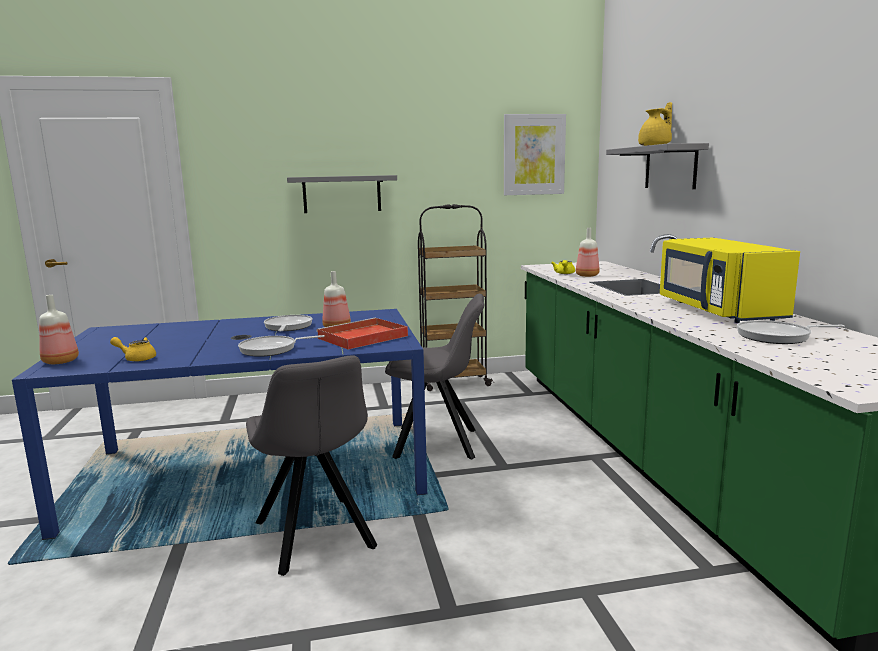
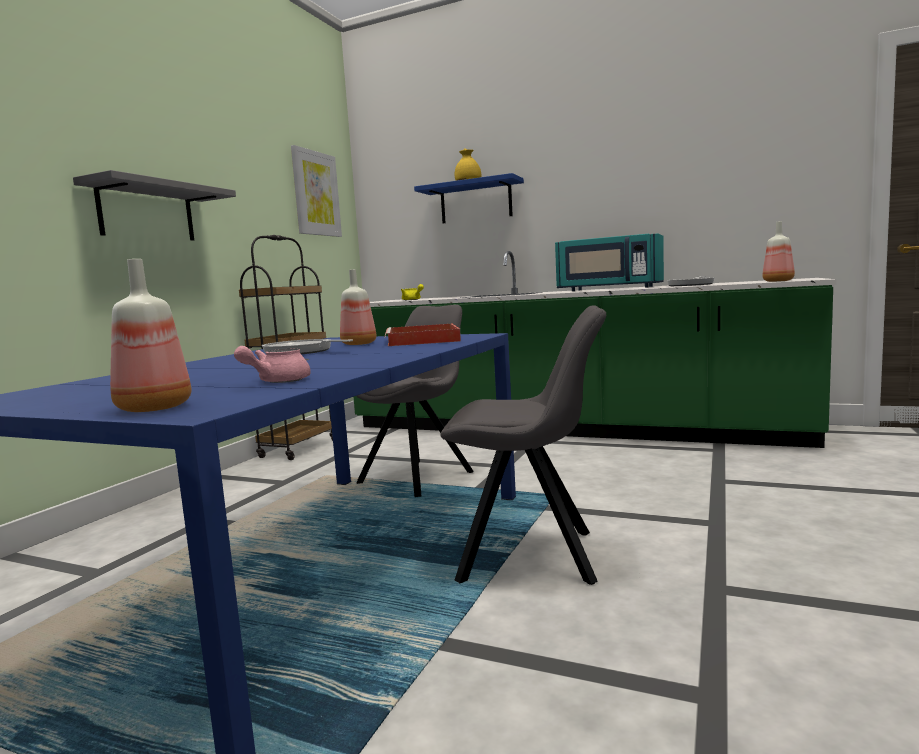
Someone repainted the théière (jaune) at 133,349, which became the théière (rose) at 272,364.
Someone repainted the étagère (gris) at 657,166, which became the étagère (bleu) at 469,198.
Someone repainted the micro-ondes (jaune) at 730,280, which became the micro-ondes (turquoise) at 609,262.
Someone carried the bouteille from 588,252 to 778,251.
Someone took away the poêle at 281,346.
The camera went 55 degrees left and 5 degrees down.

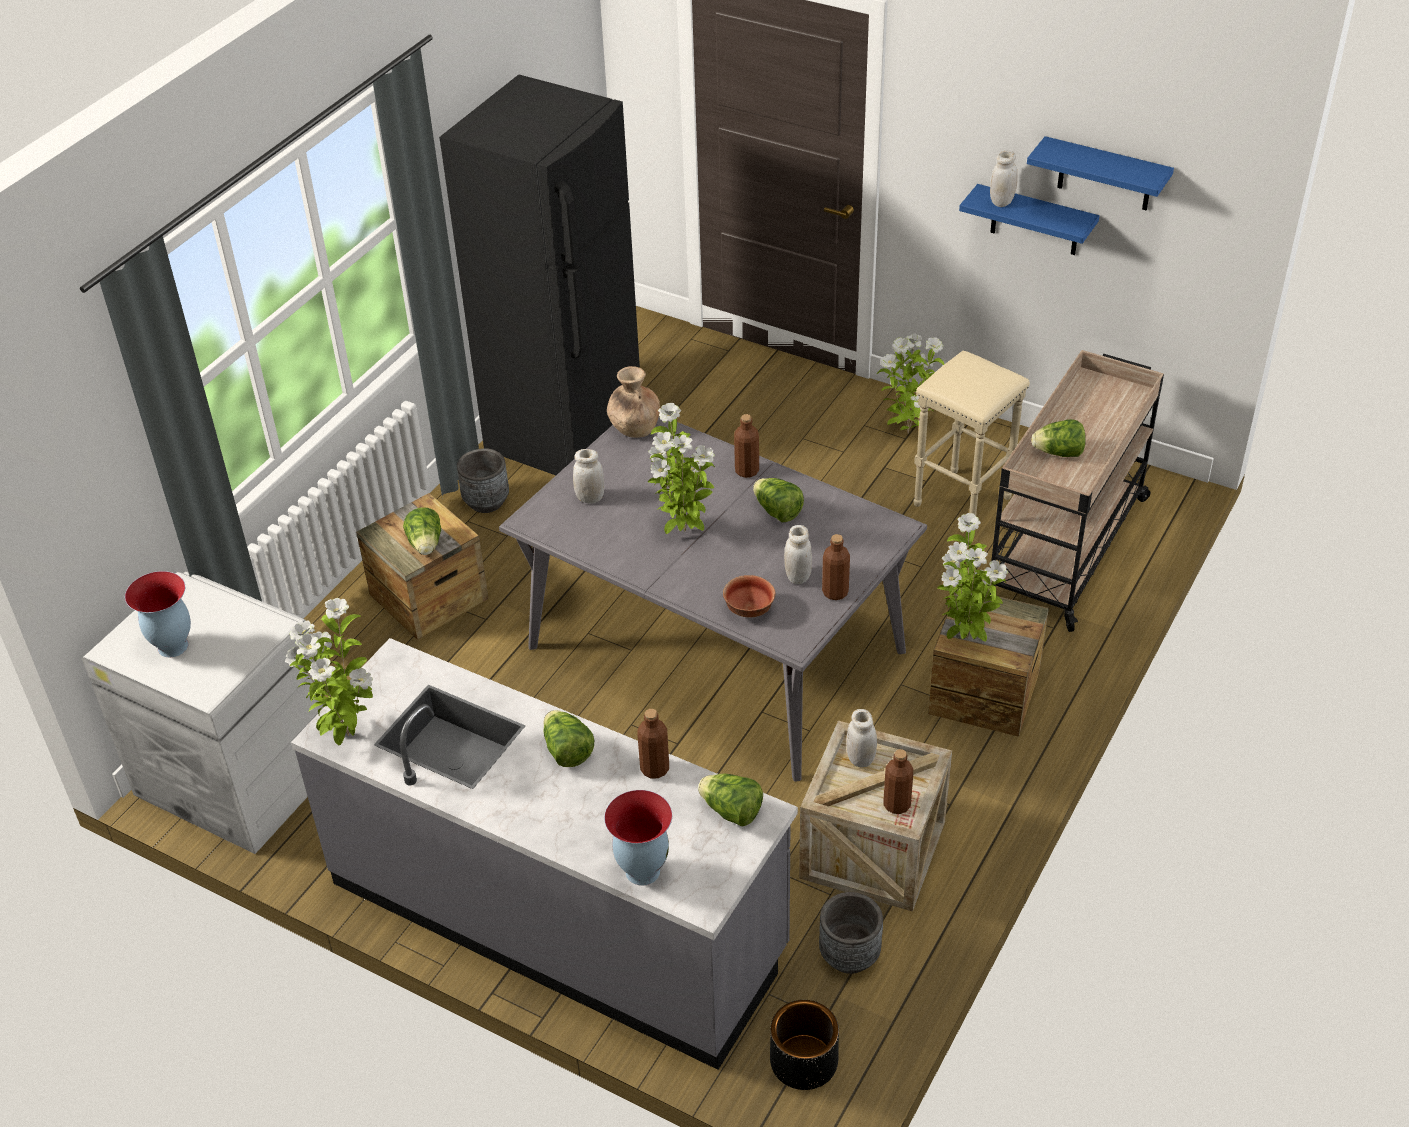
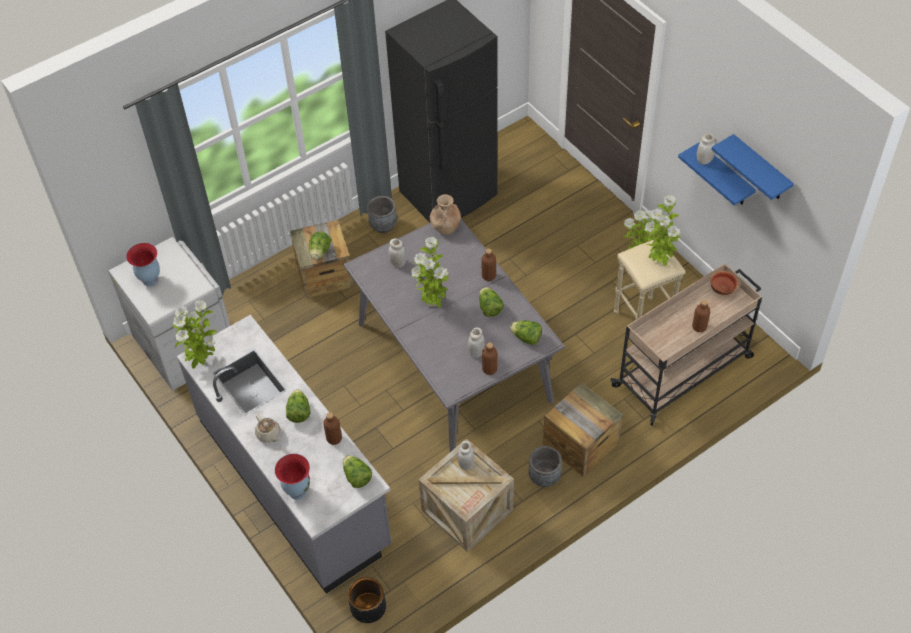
Someone put down the théière (beige) at 267,428.
Someone carried the laitue from 1058,438 to 526,333.
Someone carried the cache-pot (gris) from 851,933 to 545,466.
Someone carried the plante en pot from 972,577 to 661,230.
Someone carried the bouteille (marron) from 898,781 to 701,316.
Someone carried the bol from 749,596 to 724,283.
The camera went 25 degrees right and 10 degrees up.

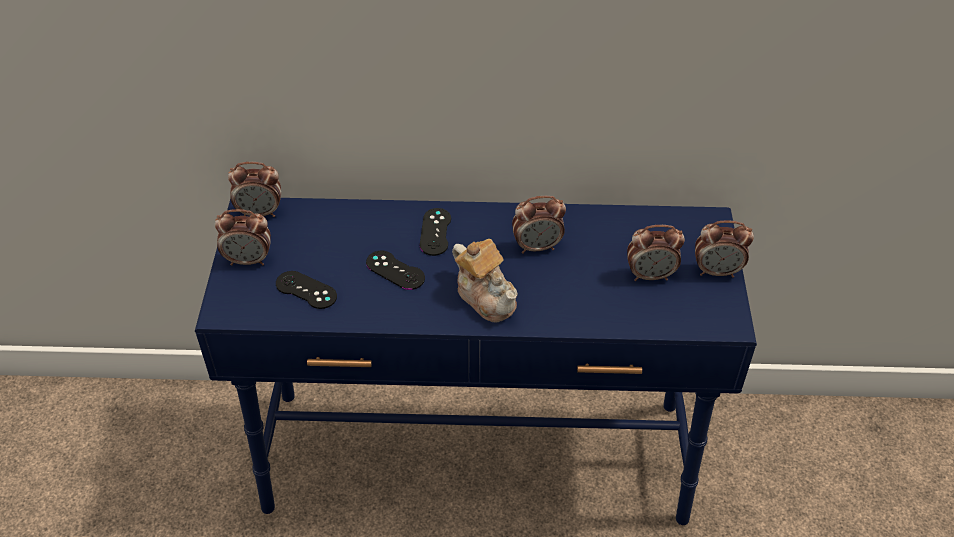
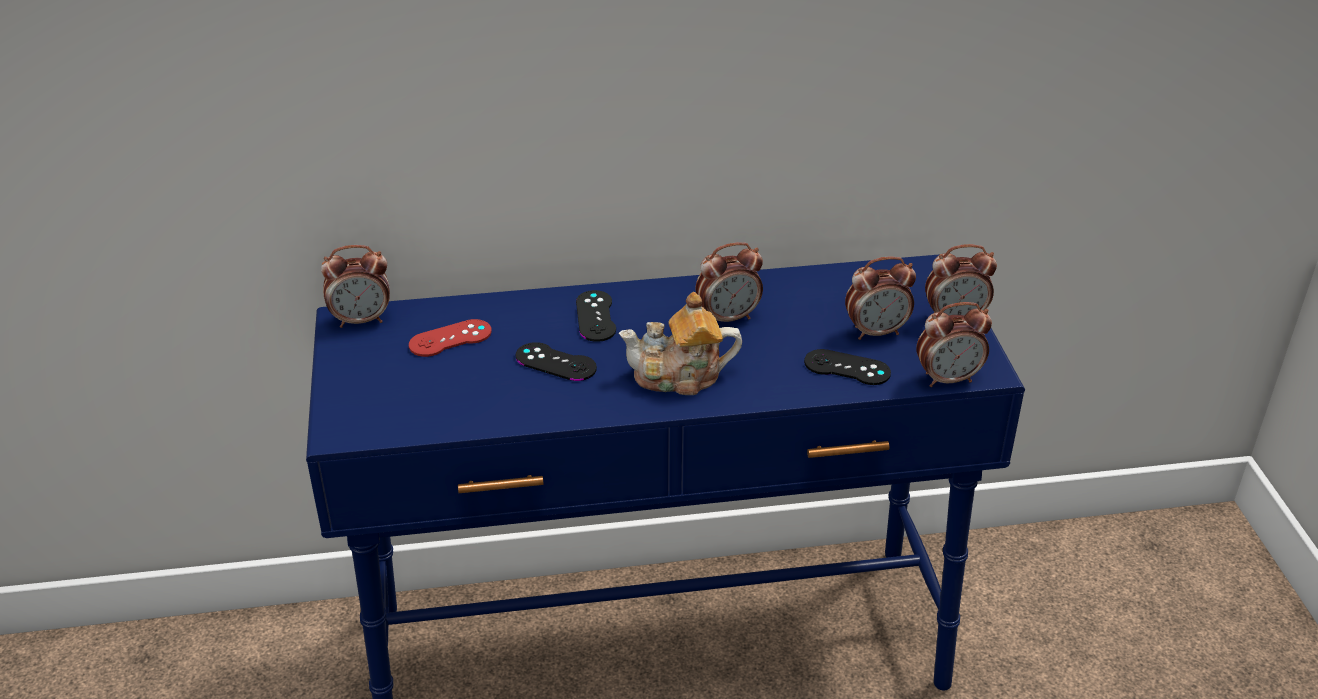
Someone put down the manette (rouge) at 450,338.
Someone rotated the théière at 485,281 by 135 degrees clockwise.
Someone carried the manette (noir) from 306,290 to 847,367.
Someone carried the réveil from 243,237 to 954,344.
The camera went 10 degrees left and 10 degrees down.

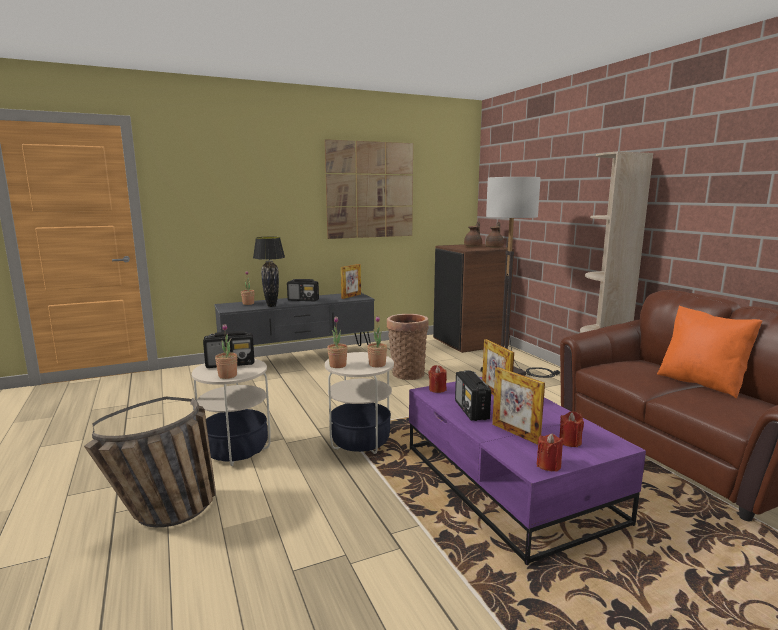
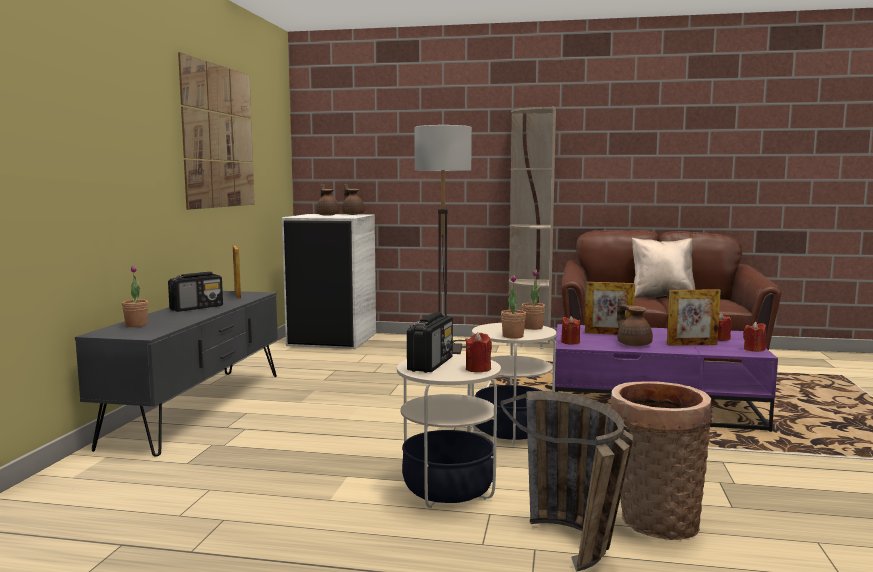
Someone repainted the meuble de rangement (marron) at 473,298, which became the meuble de rangement (blanc) at 329,281.
Someone swapped the plante en pot at 226,351 for the bougie (rouge) at 478,352.
Someone carried the panier from 408,347 to 661,460.
Someone swapped the radio at 473,395 for the théière (marron) at 635,321.
Someone repainted the coussin (orange) at 709,351, which became the coussin (beige) at 663,268.
Someone took away the lampe de table (noir) at 269,272.
The camera went 55 degrees left and 5 degrees down.

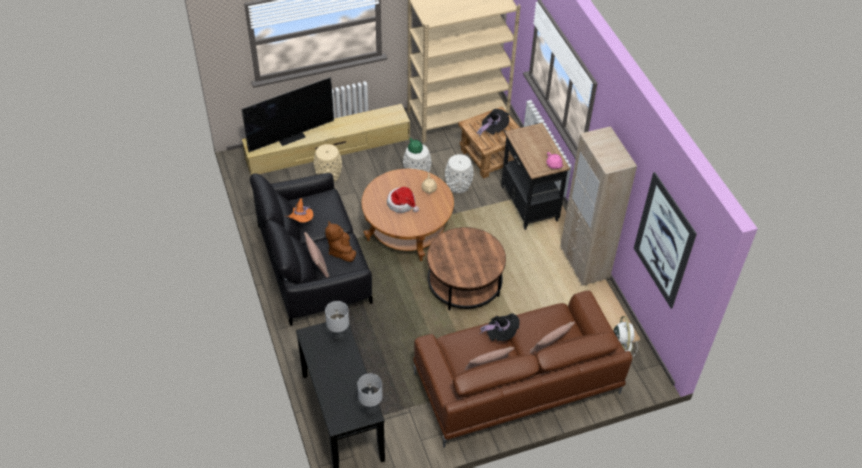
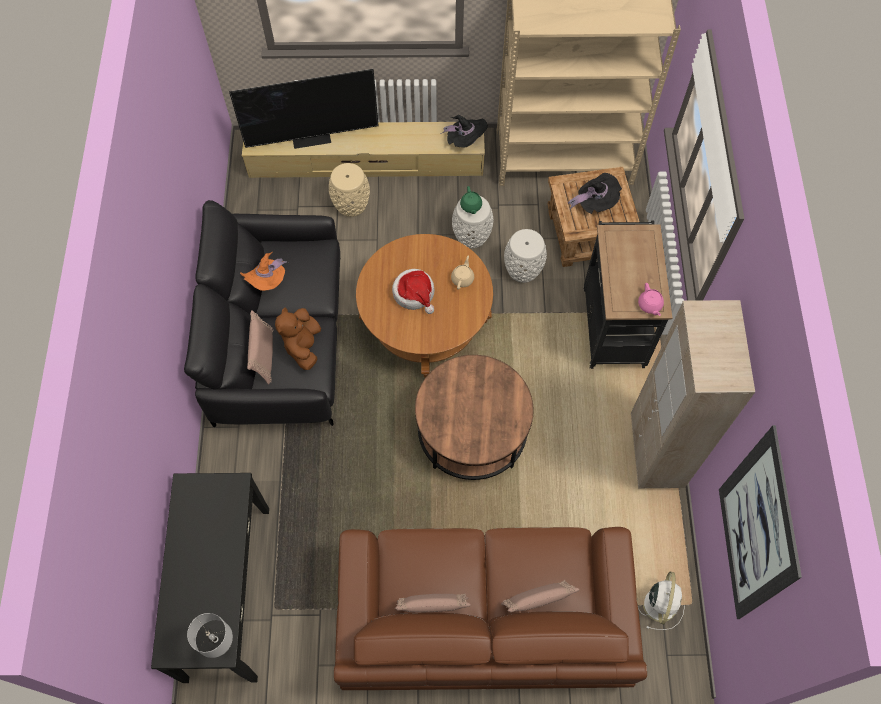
Someone carried the chapeau (noir) from 500,327 to 464,131.
Someone took away the lampe de table (gris) at 337,322.
The camera went 20 degrees right and 15 degrees up.

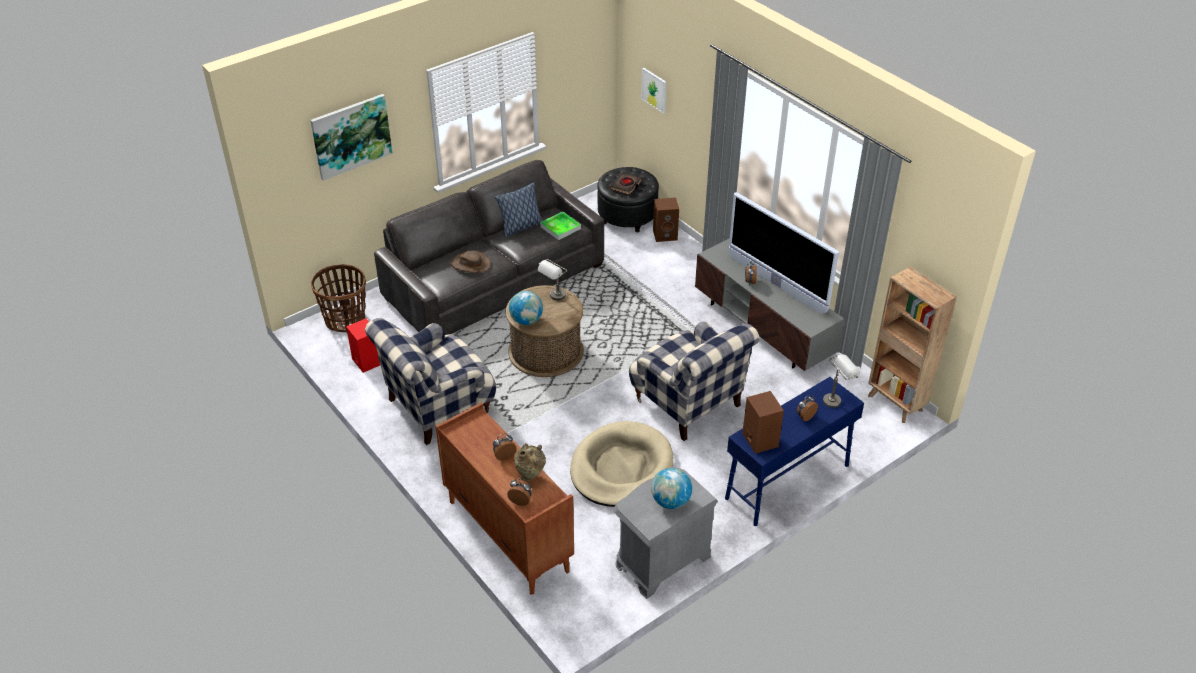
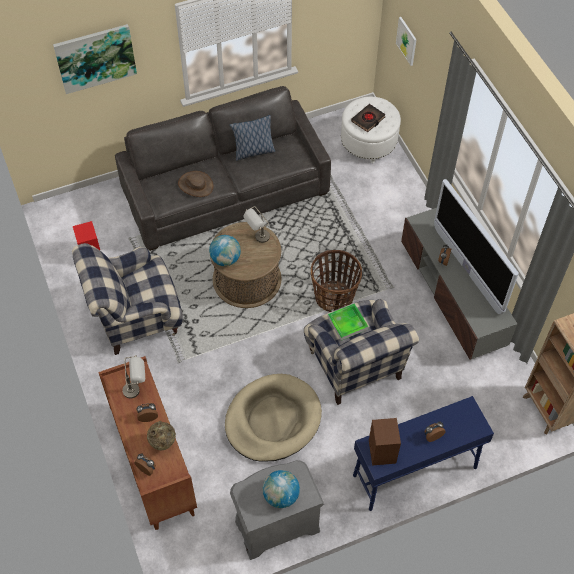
Someone carried the lampe de table (gris) from 841,381 to 133,376.
Someone carried the panier from 338,298 to 336,281.
Someone carried the plateau from 560,226 to 348,322.
Someone repainted the pouf (noir) at 628,199, which became the pouf (blanc) at 371,130.
Someone took away the enceinte (marron) at 666,219.
The camera went 15 degrees right and 15 degrees up.

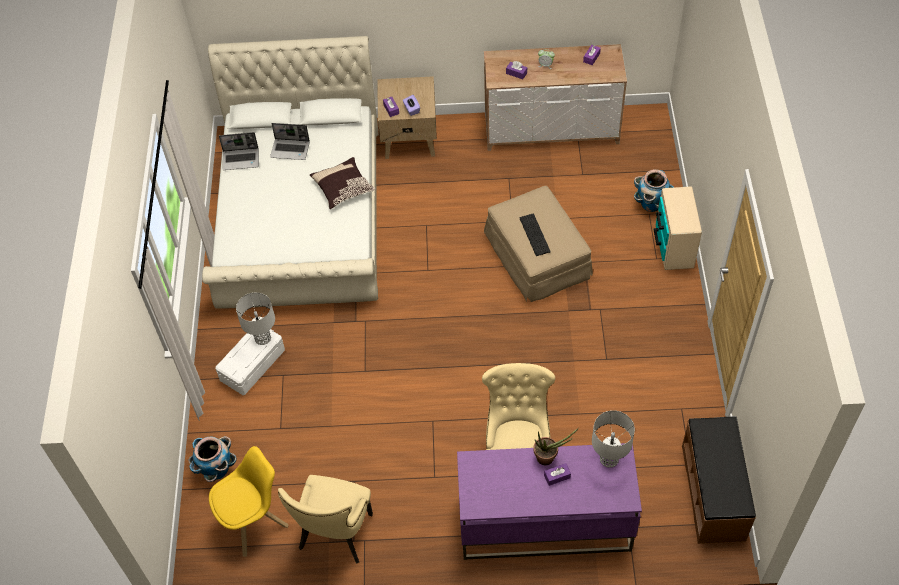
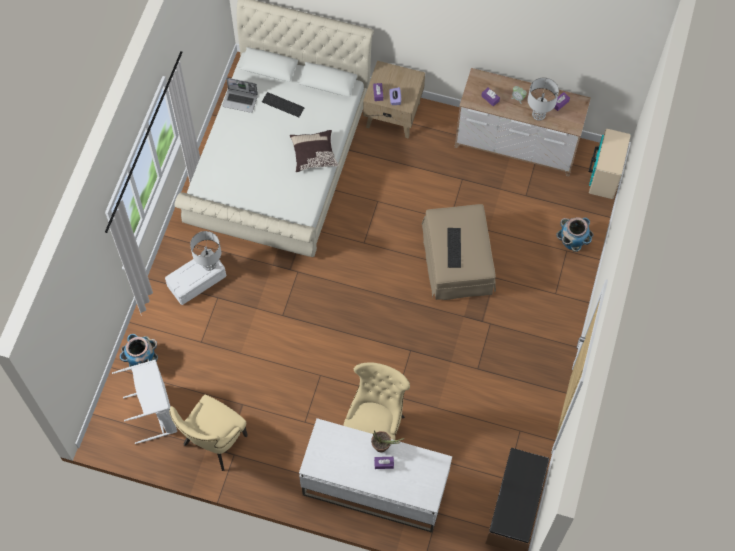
Someone swapped the chaise (jaune) at 249,501 for the panier à linge (blanc) at 144,402.
Someone swapped the ordinateur portable at 290,141 for the clavier at 283,104.
Someone repainted the bureau (violet) at 549,501, which became the bureau (blanc) at 375,475.
Someone carried the lampe de table (blanc) from 613,439 to 543,99.
Someone carried the table de chevet (beige) from 678,228 to 610,164.
The camera went 15 degrees right and 10 degrees up.

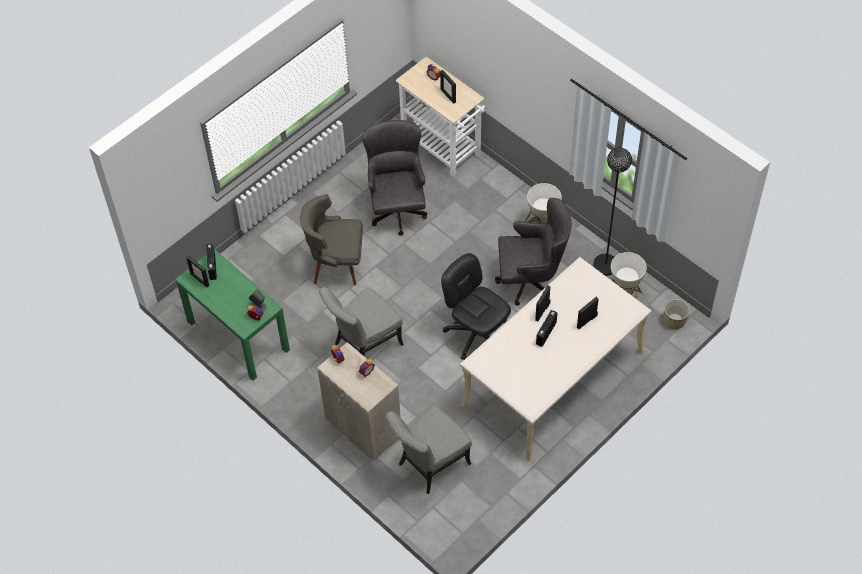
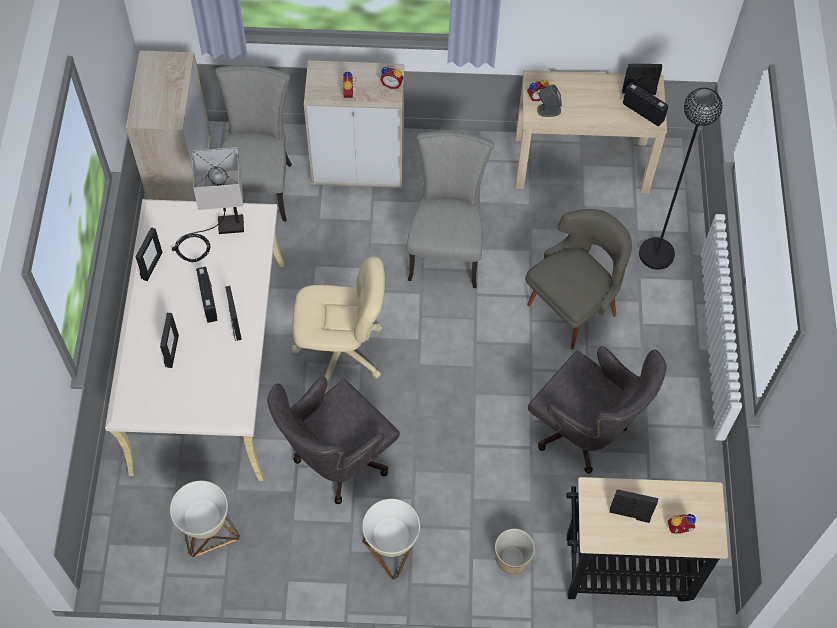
Someone put down the meuble de rangement (beige) at 168,126.
Someone put down the cadre photo at 149,254.
Someone put down the lampe de table at 208,204.
Someone repainted the chaise de bureau (noir) at 476,306, which became the chaise de bureau (beige) at 338,324.
Someone carried the cache-pot from 677,314 to 515,551.
Someone repainted the table console (vert) at 232,315, which became the table console (beige) at 591,132.
Someone repainted the chariot (blanc) at 440,117, which became the chariot (noir) at 647,539.
Someone carried the lampadaire (noir) from 612,212 to 680,179.
The camera went 135 degrees right and 5 degrees up.

